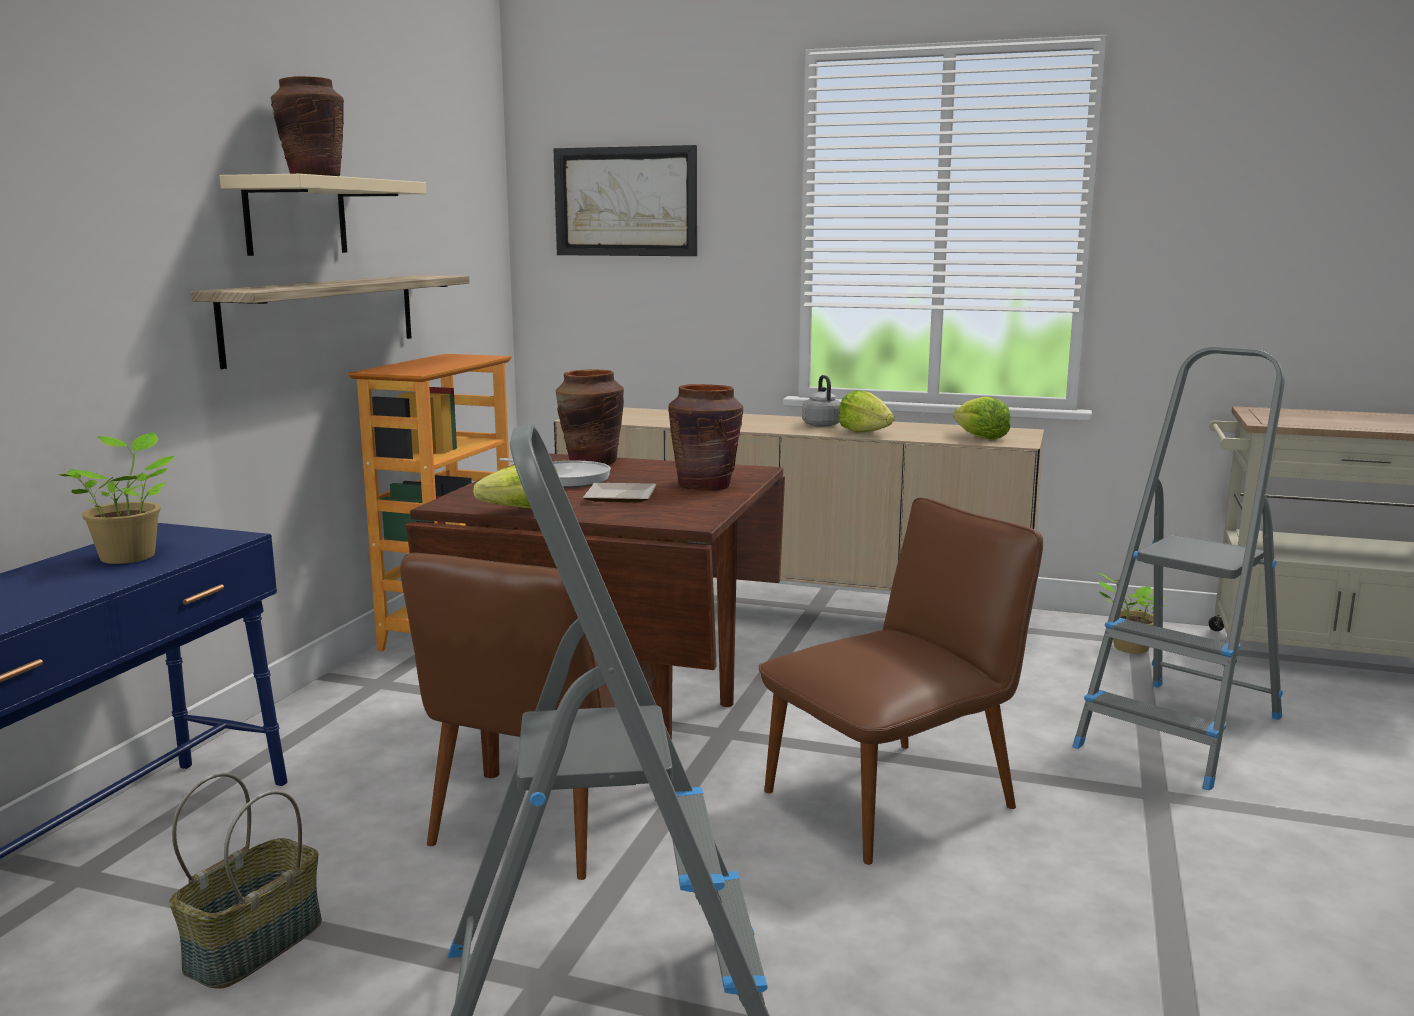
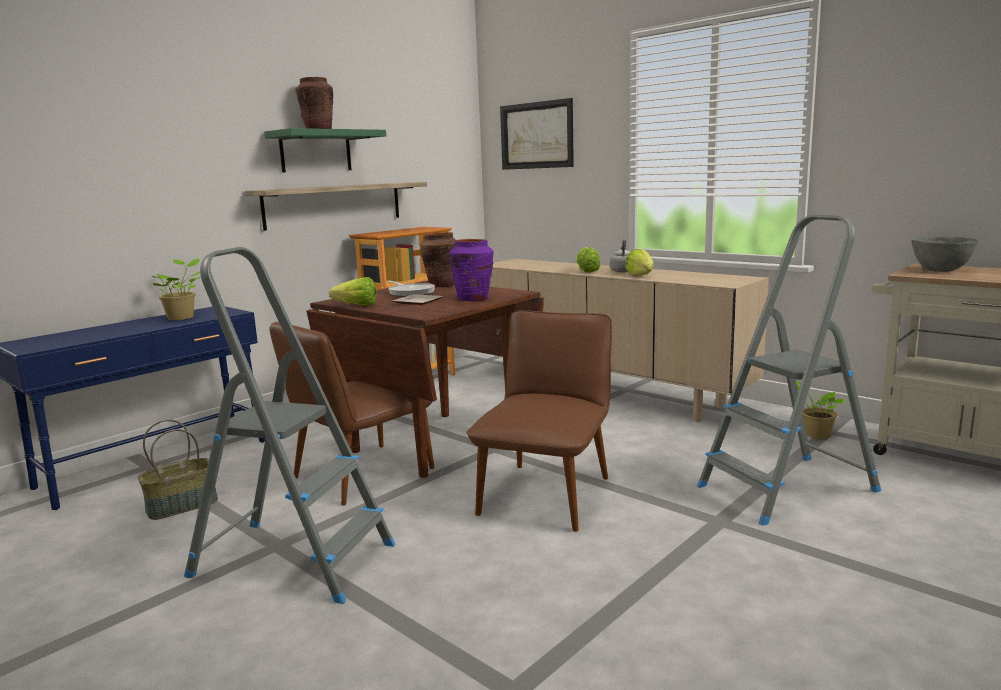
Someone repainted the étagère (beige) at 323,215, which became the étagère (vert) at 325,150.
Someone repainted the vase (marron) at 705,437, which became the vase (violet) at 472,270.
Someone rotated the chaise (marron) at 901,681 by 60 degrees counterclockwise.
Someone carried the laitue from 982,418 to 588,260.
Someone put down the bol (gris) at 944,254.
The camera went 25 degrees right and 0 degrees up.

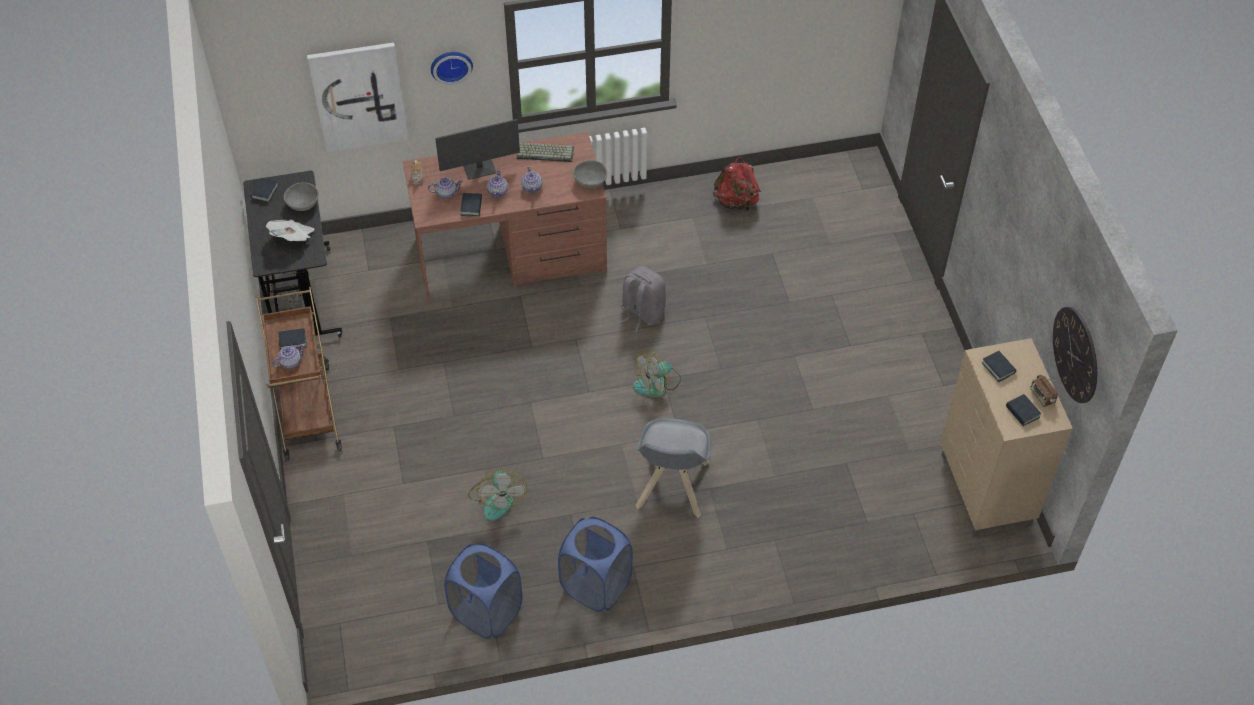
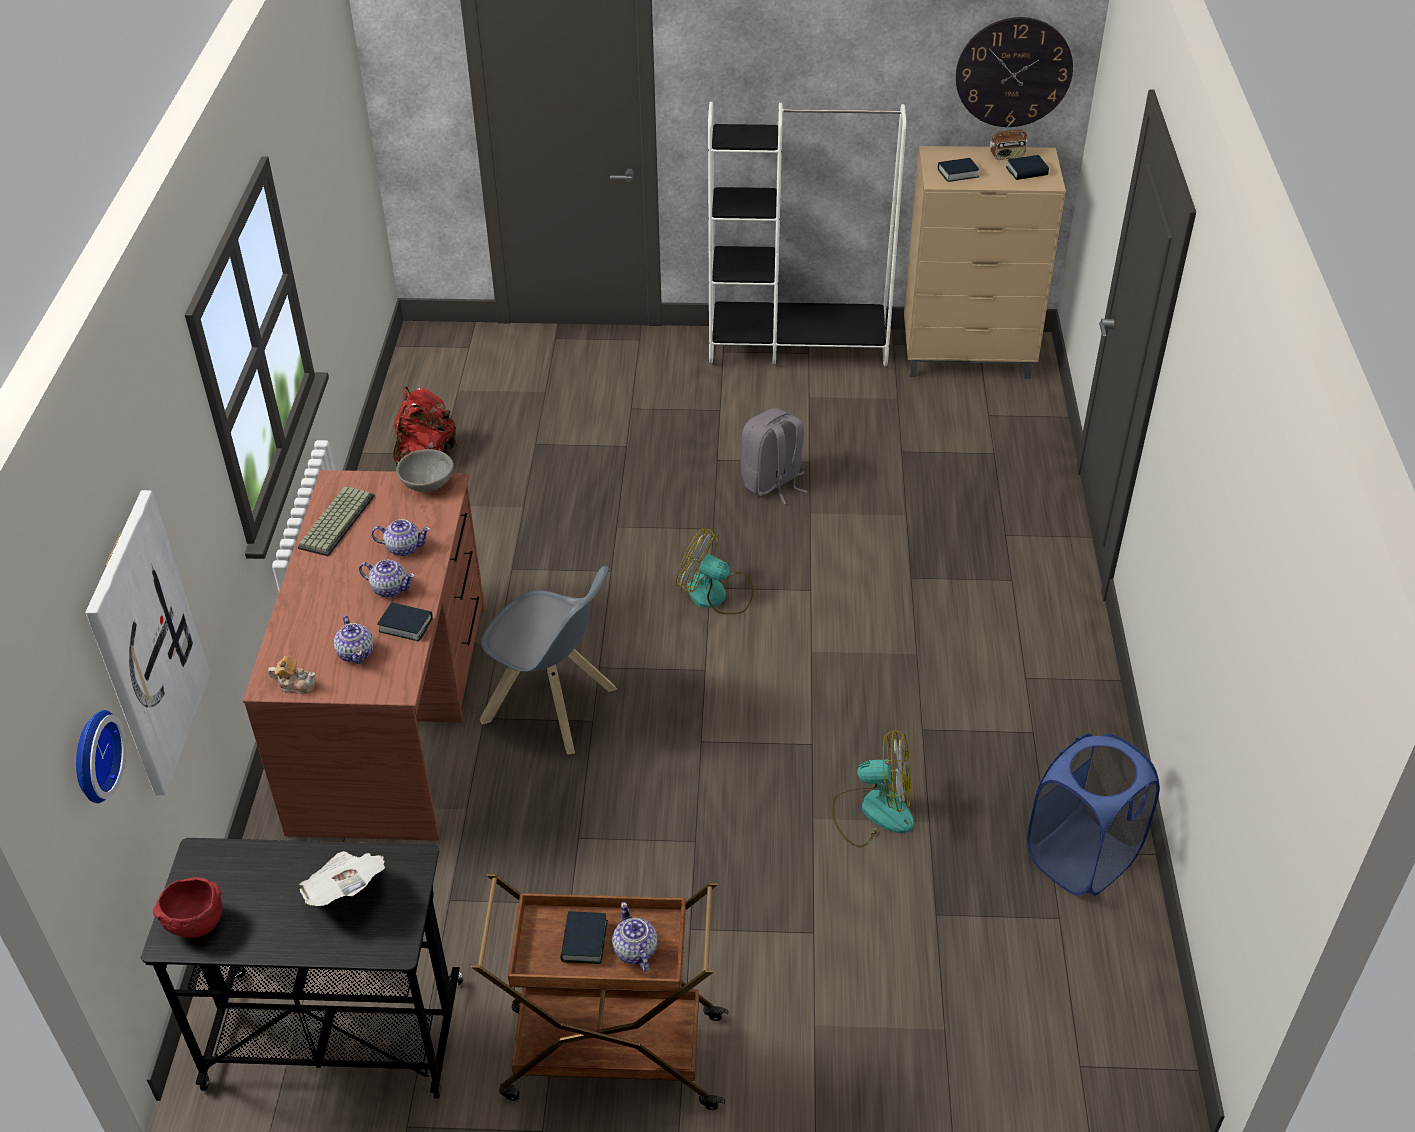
Someone carried the horloge murale from 452,68 to 101,756.
Someone swapped the livre at 265,190 for the bol (rouge) at 187,907.
Someone rotated the théière at 445,188 by 150 degrees clockwise.
Someone carried the chaise (gris) from 673,468 to 548,660.
Someone rotated the ventilateur at 657,374 by 135 degrees clockwise.
Someone put down the portant (noir) at 807,234.
Someone carried the sac à dos (gris) from 643,299 to 774,456.
Someone took away the bol (gris) at 301,197.
Someone took away the écran d'ordinateur at 477,149.
Someone took away the panier à linge (bleu) at 595,564.
The camera went 75 degrees left and 10 degrees down.

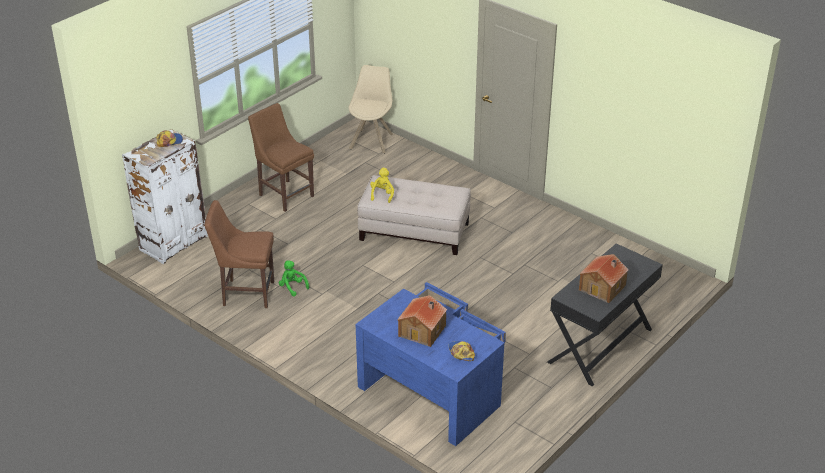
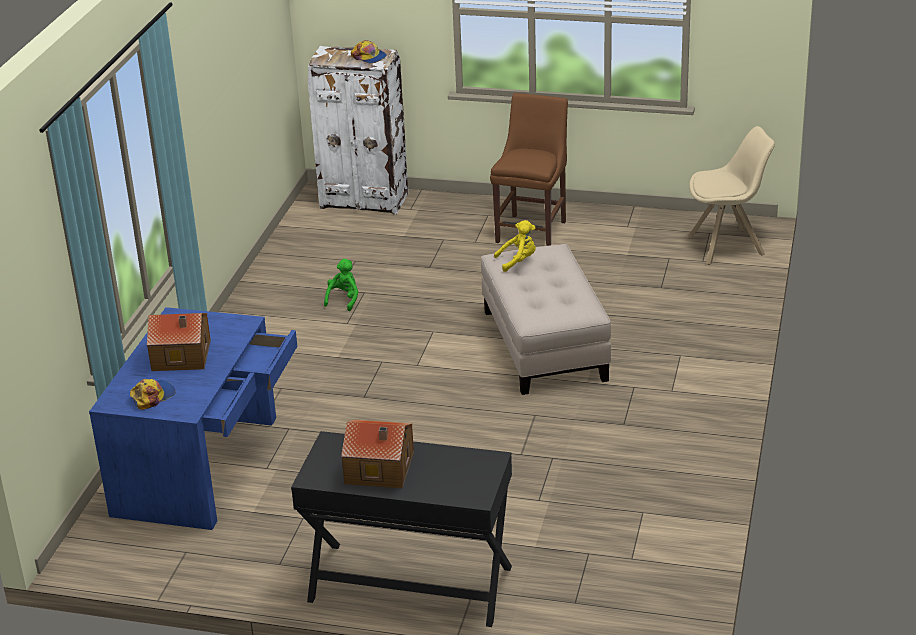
Someone took away the chaise (marron) at 239,254.
The camera went 65 degrees right and 5 degrees down.

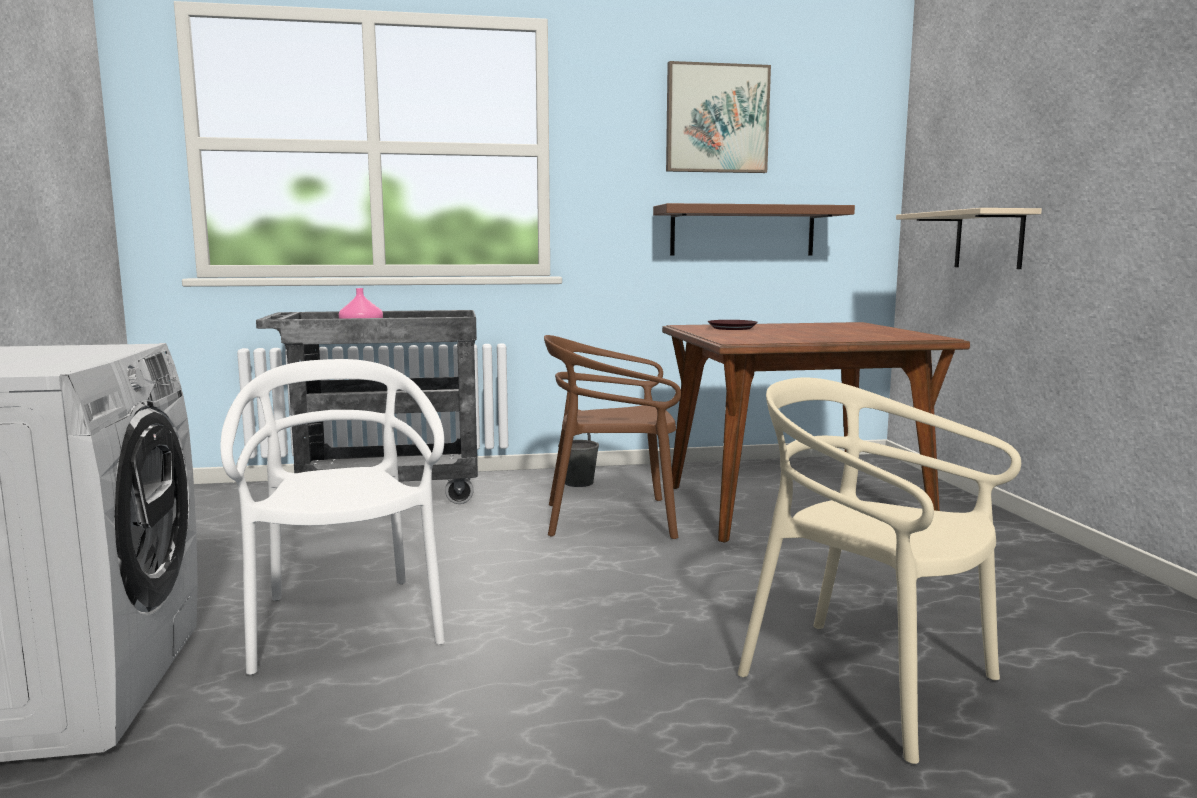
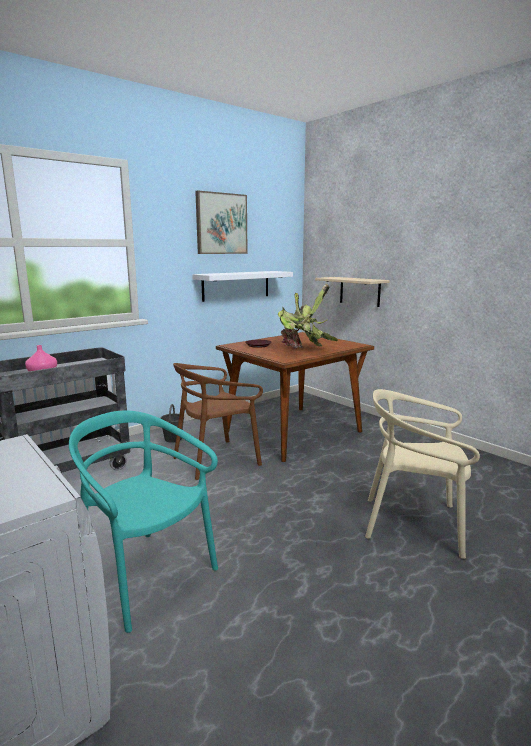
Someone repainted the chaise (blanc) at 332,517, which became the chaise (turquoise) at 143,522.
Someone repainted the étagère (marron) at 754,229, which became the étagère (blanc) at 242,286.
Someone put down the plante en pot at 308,316.
The camera went 30 degrees left and 5 degrees up.

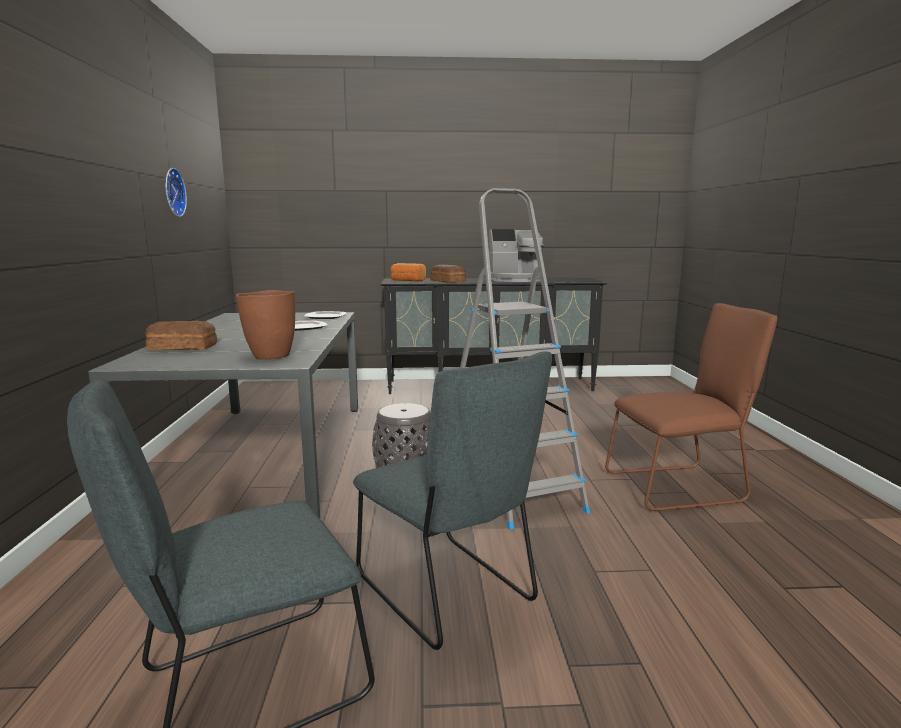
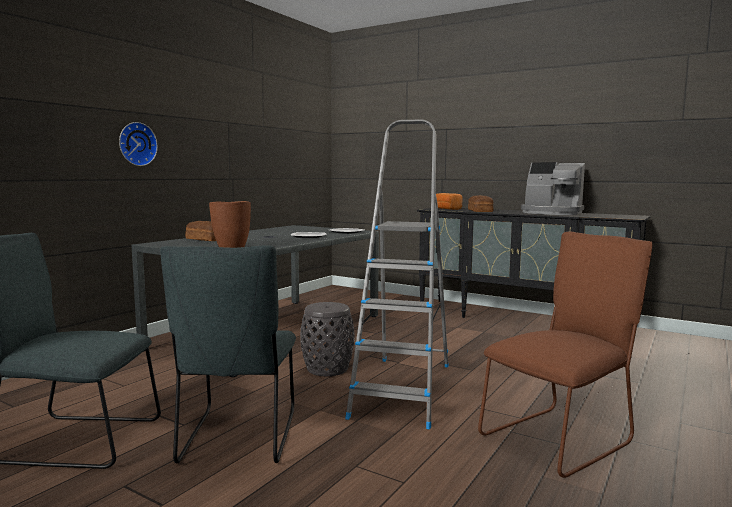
Someone carried the horloge murale from 176,192 to 138,144.
Someone rotated the chaise (marron) at 691,407 by 60 degrees counterclockwise.
The camera went 35 degrees right and 5 degrees down.

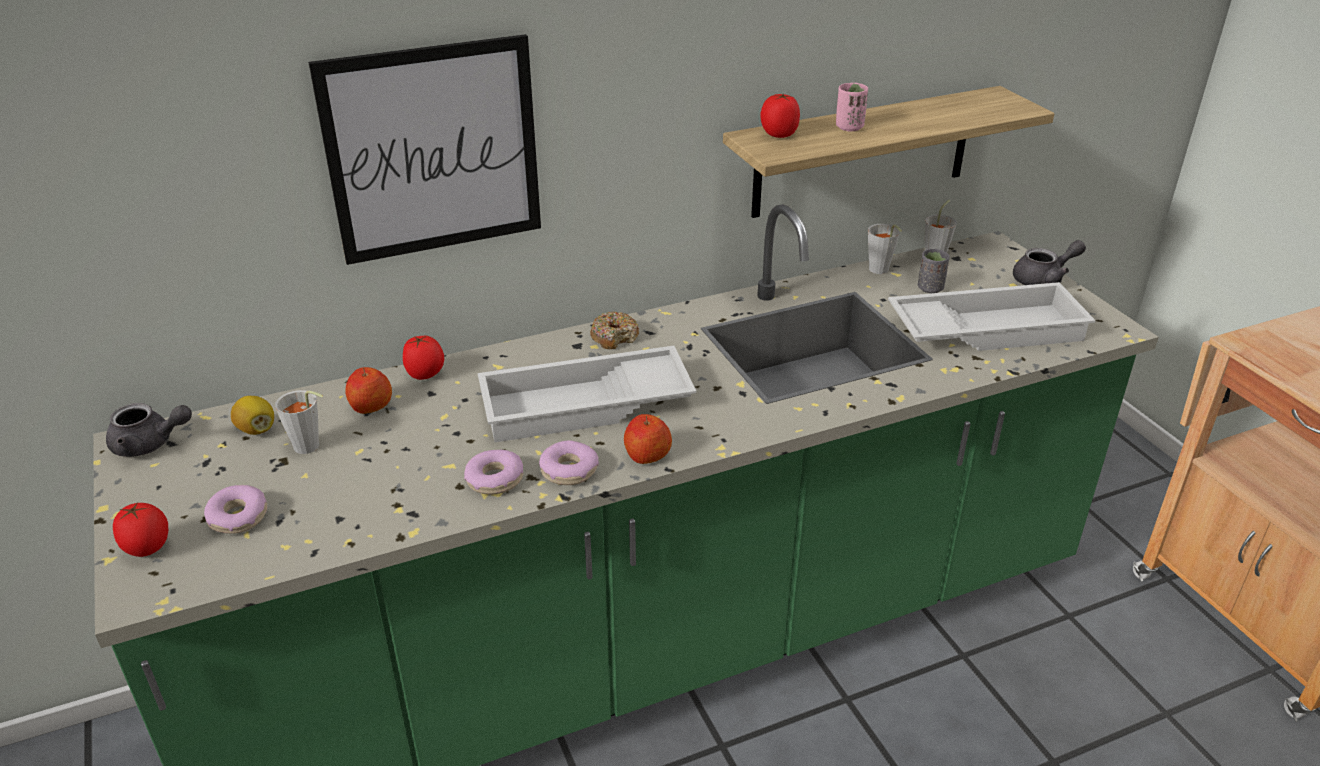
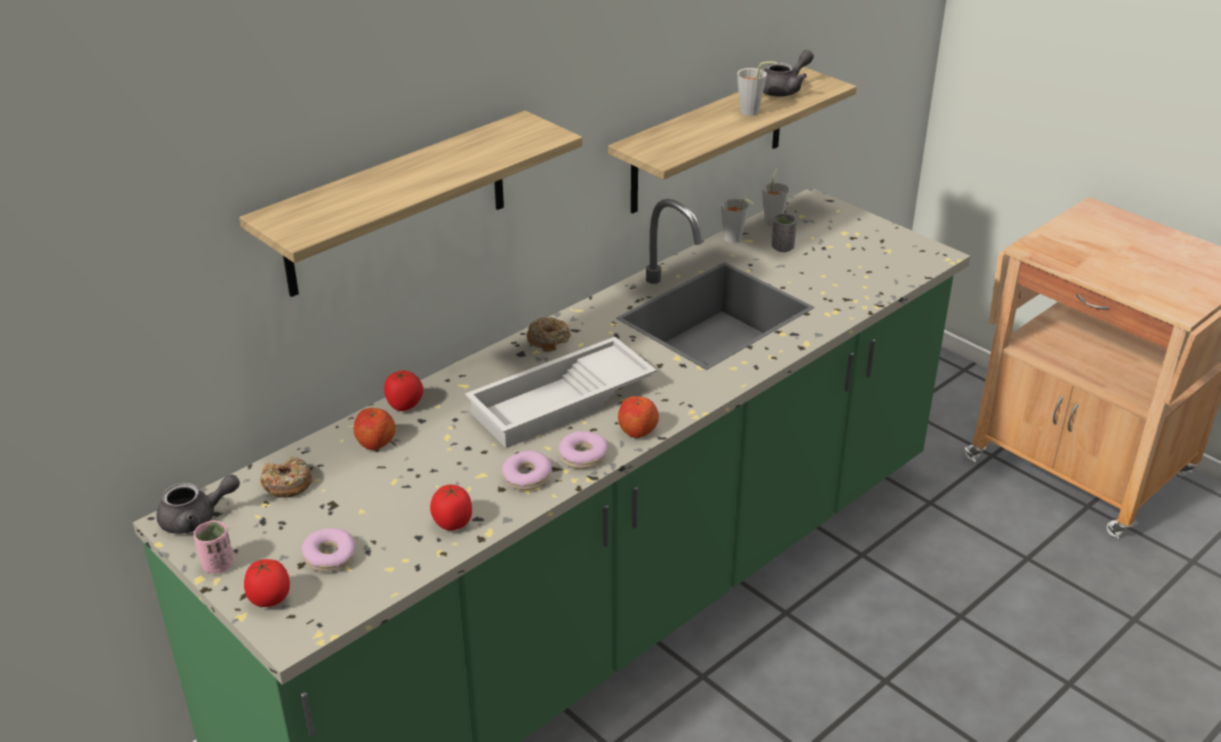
Someone carried the tasse (rose) from 852,107 to 214,547.
Someone swapped the tableau at 424,149 for the étagère at 410,204.
Someone swapped the citron at 252,415 for the beignet at 286,477.
Someone carried the tomate from 780,116 to 451,507.
Someone carried the tasse (gris) from 299,422 to 757,88.
Someone carried the théière (gris) from 1049,262 to 788,73.
Someone took away the plateau (blanc) at 992,316.
The camera went 20 degrees left and 0 degrees up.

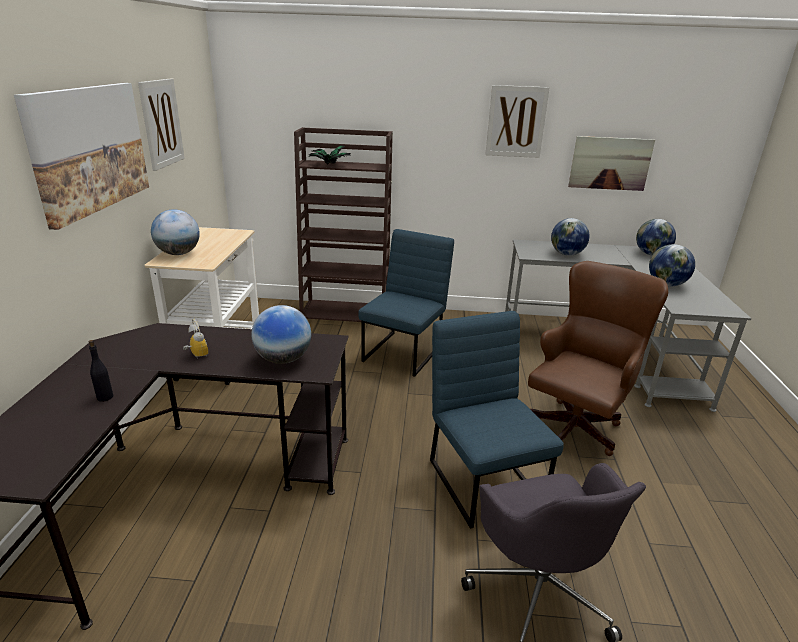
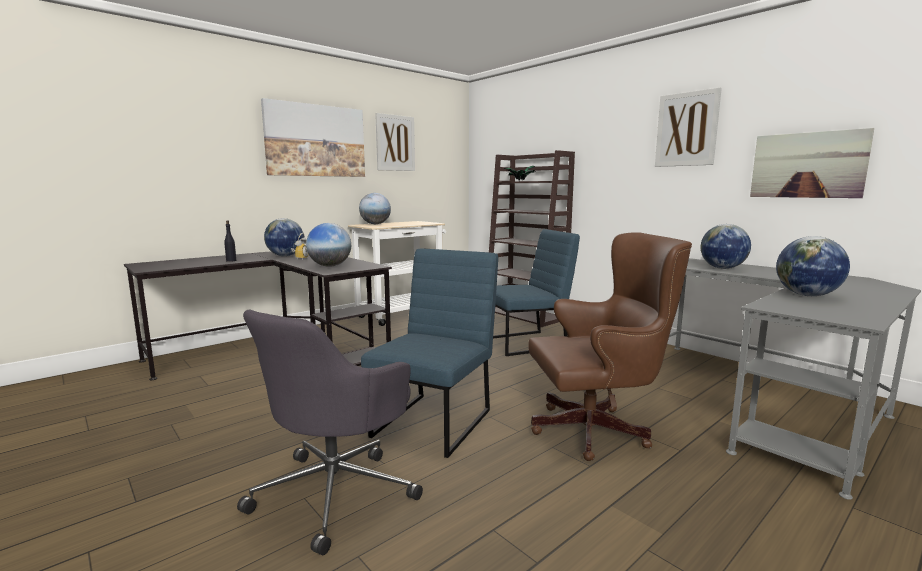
Someone carried the globe from 656,237 to 284,237.
The camera went 45 degrees right and 15 degrees down.

